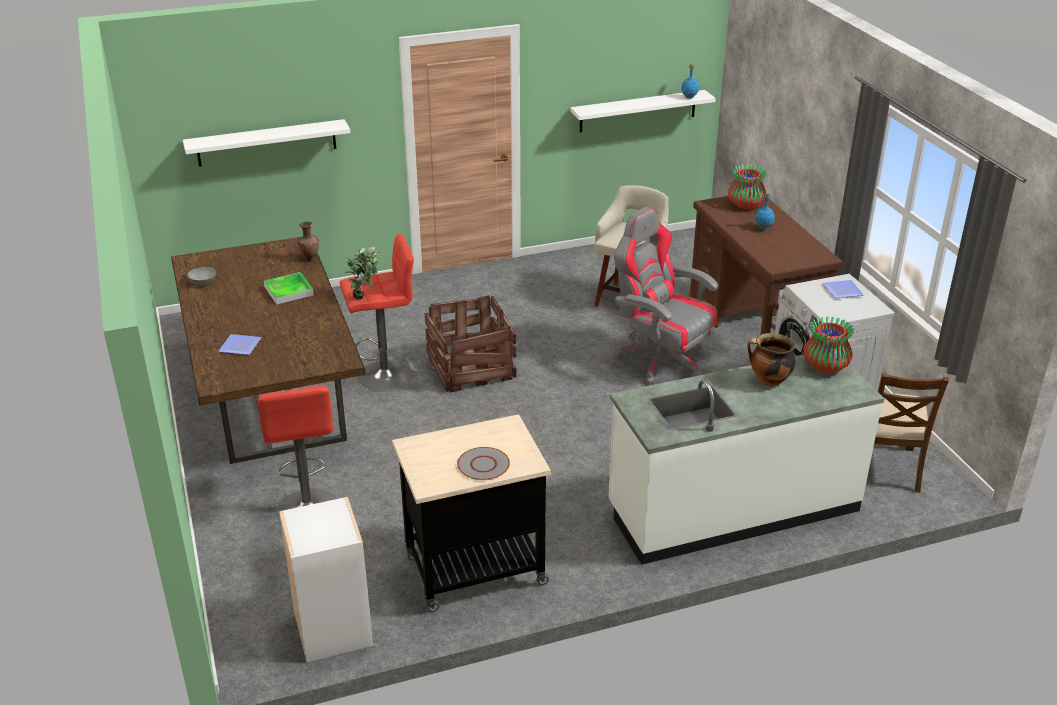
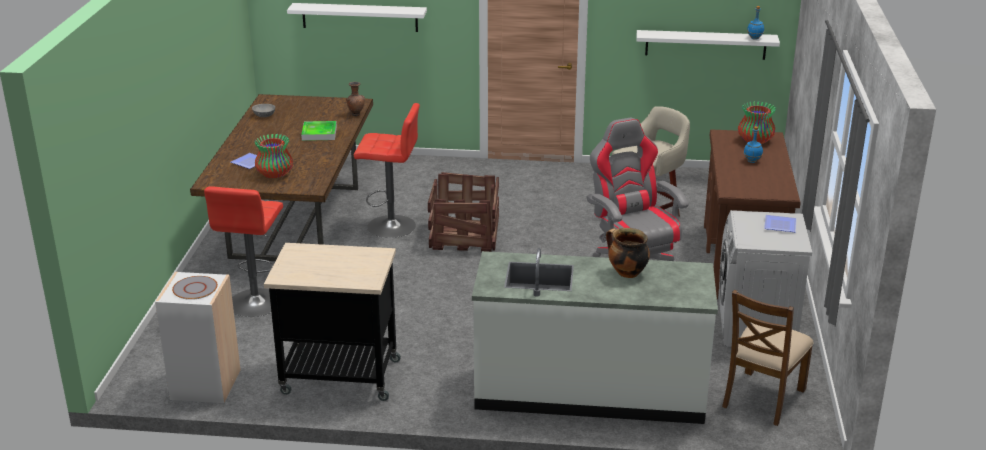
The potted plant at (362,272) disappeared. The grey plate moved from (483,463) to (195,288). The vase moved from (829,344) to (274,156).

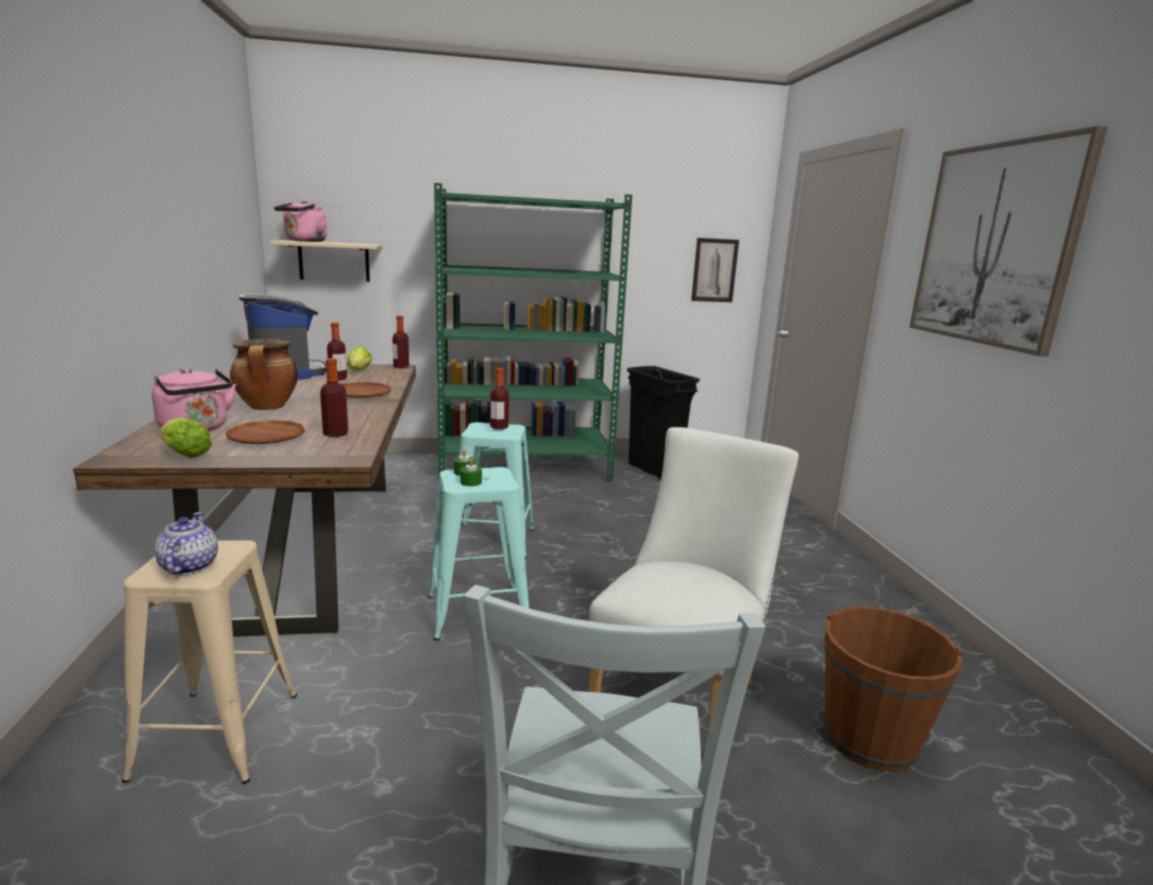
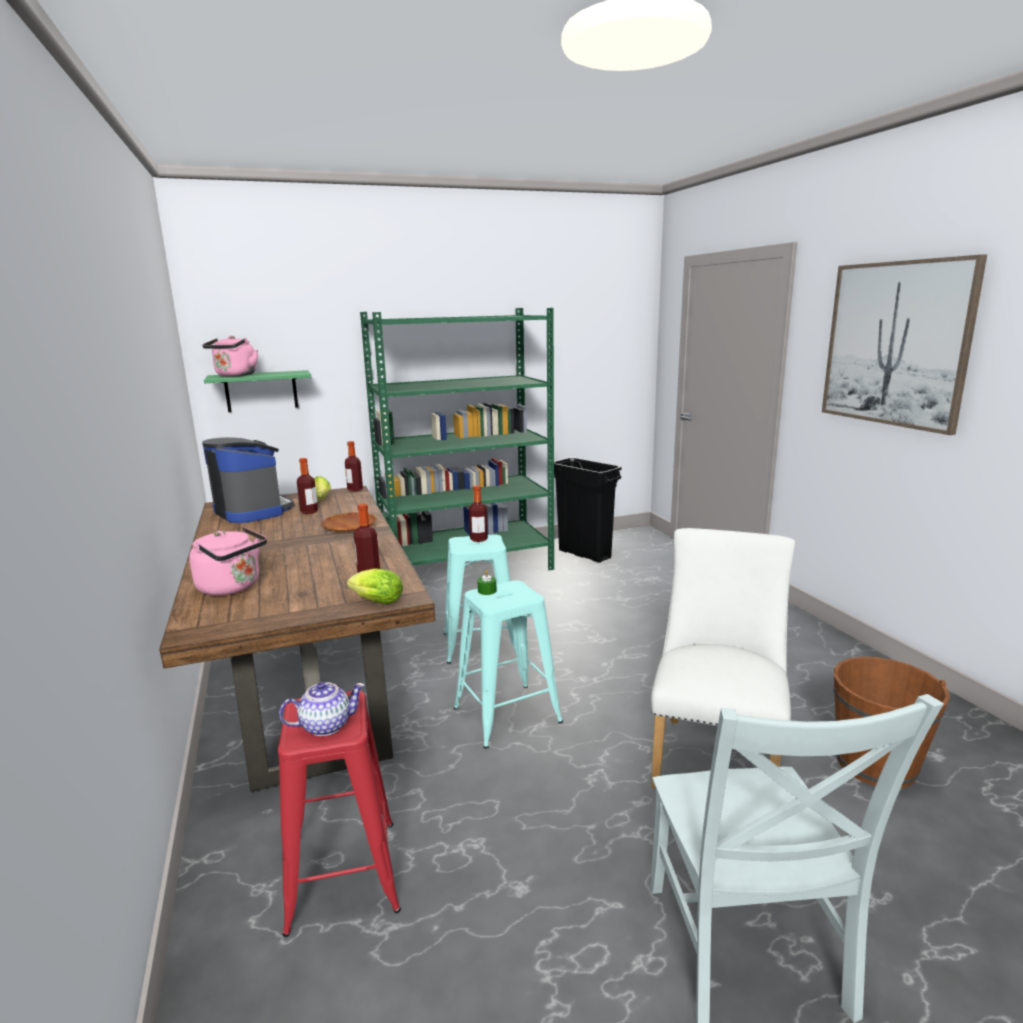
The brown plate at (265,432) disappeared. The cooking pot at (264,374) disappeared. The green candle at (471,472) disappeared. The picture at (715,270) disappeared. The lettuce moved from (186,437) to (375,586). The beige stool at (209,662) became the red stool at (339,814). The beige shelf at (326,261) became the green shelf at (257,391). The teapot at (186,543) turned 90 degrees clockwise.

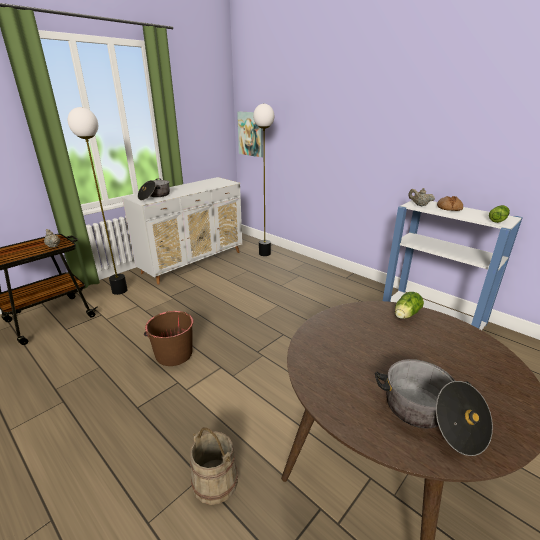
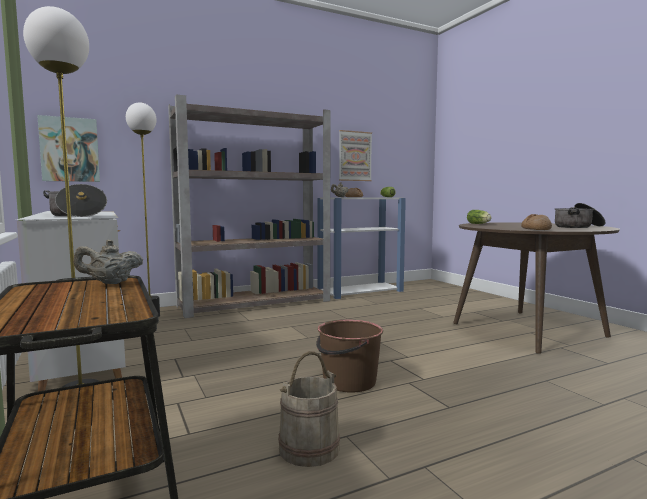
The brown bookcase at (249,206) appeared. The picture at (355,155) appeared. The bread at (536,222) appeared. The beige bucket moved from (214,466) to (309,409).

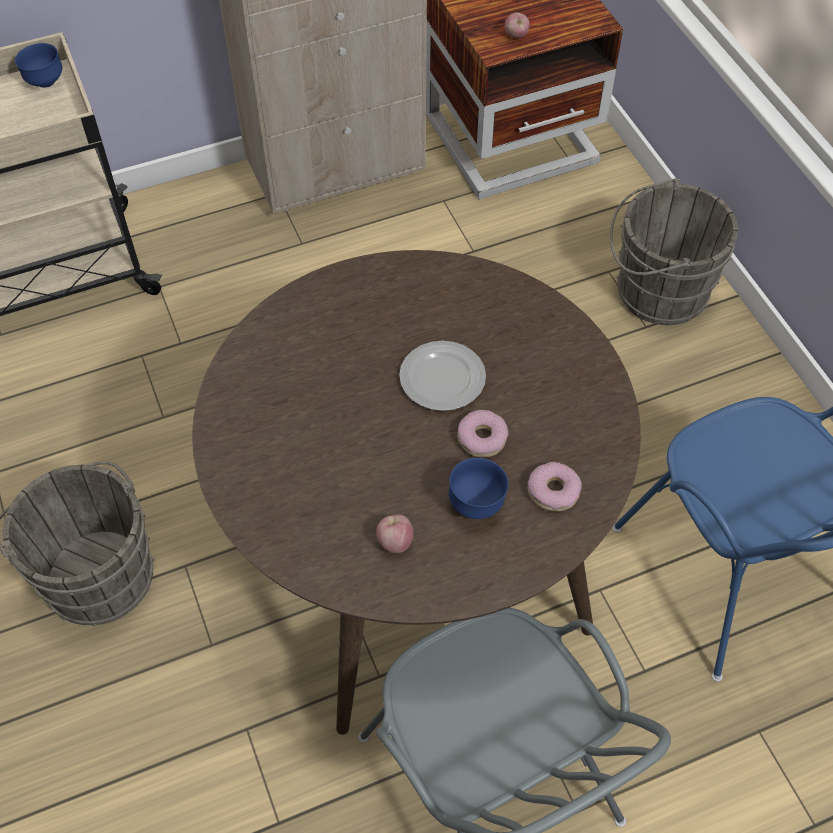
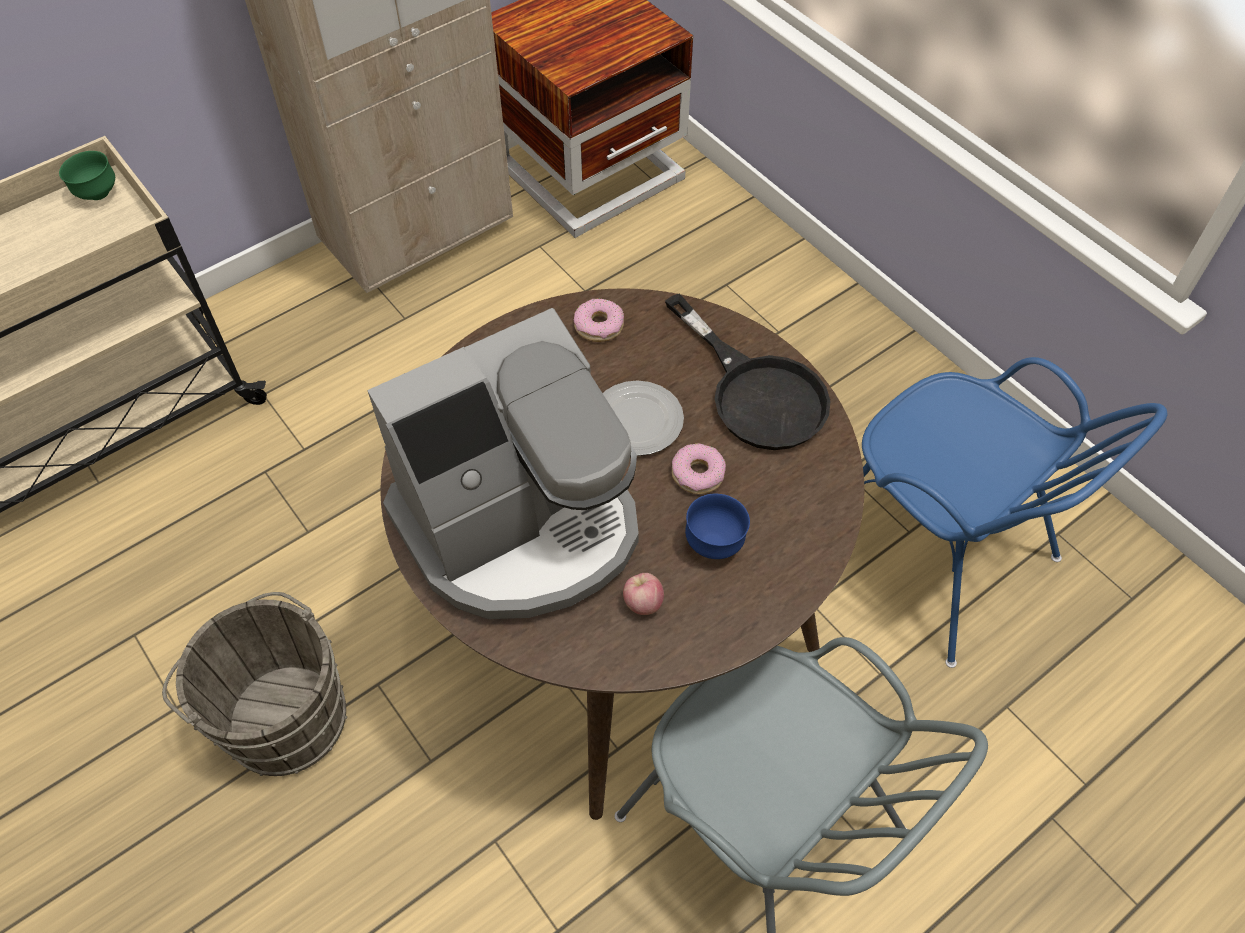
The apple at (517,25) disappeared. The grey bucket at (674,251) disappeared. The coffee machine at (503,463) appeared. The black frying pan at (748,371) appeared. The donut moved from (555,487) to (599,320). The blue bowl at (38,65) became the green bowl at (87,175).

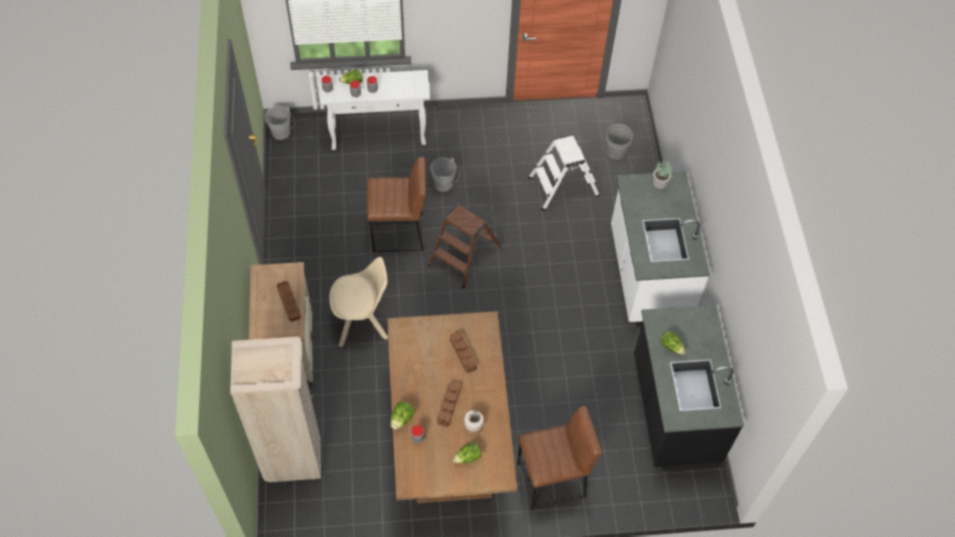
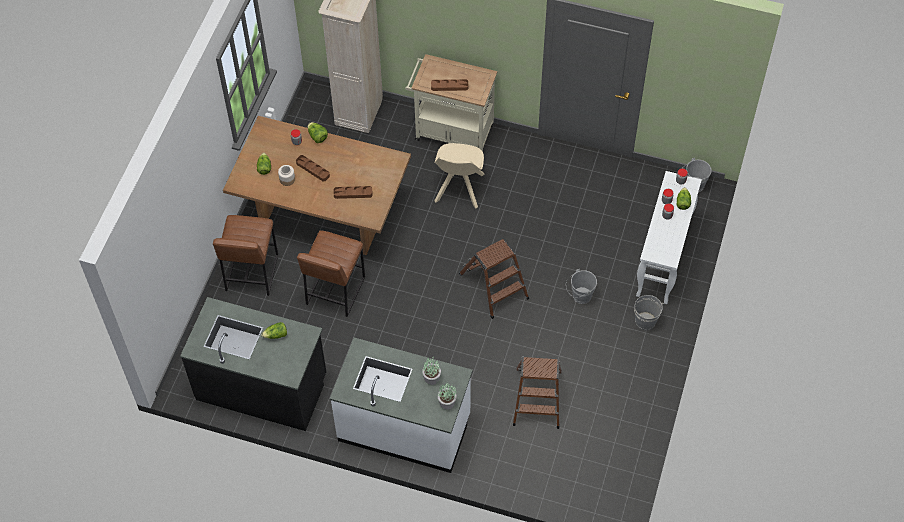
The potted plant at (431,371) appeared. The brown chair moved from (396,204) to (331,273). The grey bucket moved from (619,142) to (649,312). The white step ladder at (564,172) became the brown step ladder at (537,393).

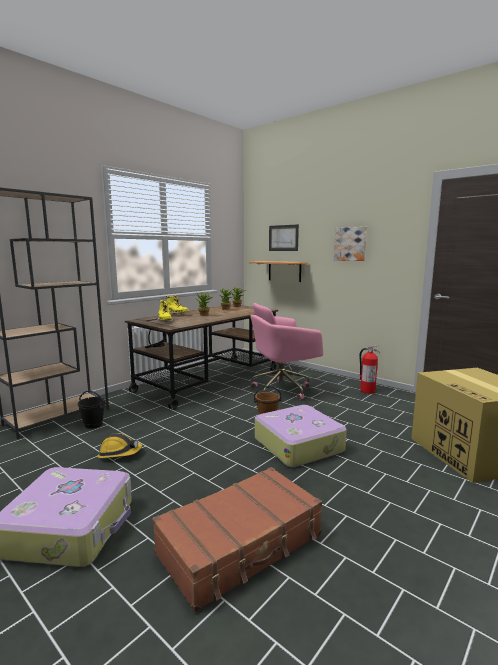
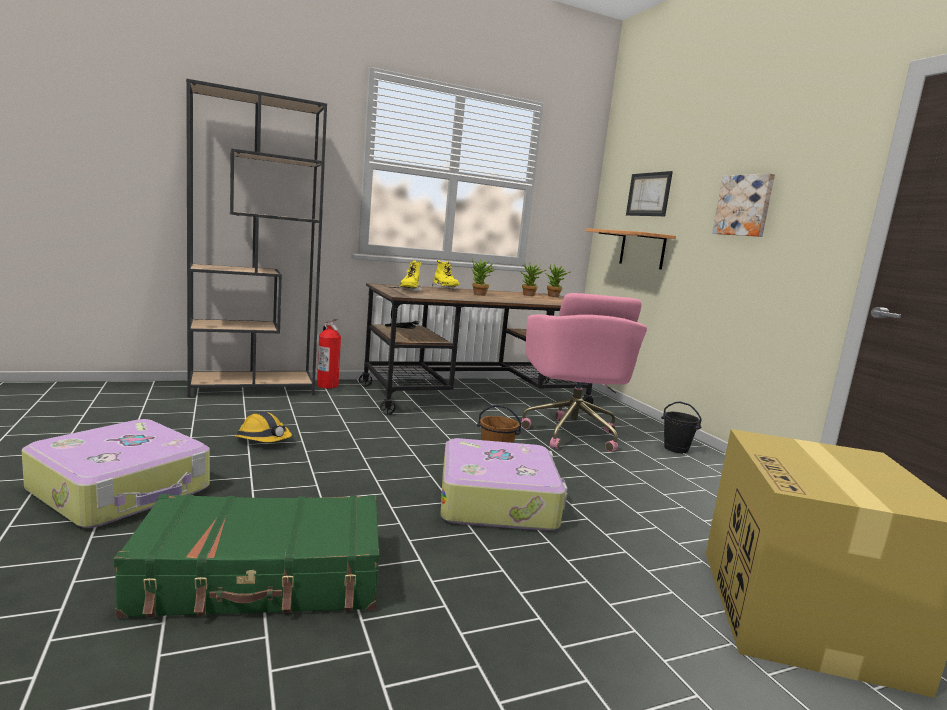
The black bucket moved from (92,410) to (681,427). The fire extinguisher moved from (369,369) to (329,354). The brown suitcase at (237,539) became the green suitcase at (247,556). The pink office chair at (286,351) turned 105 degrees counterclockwise.

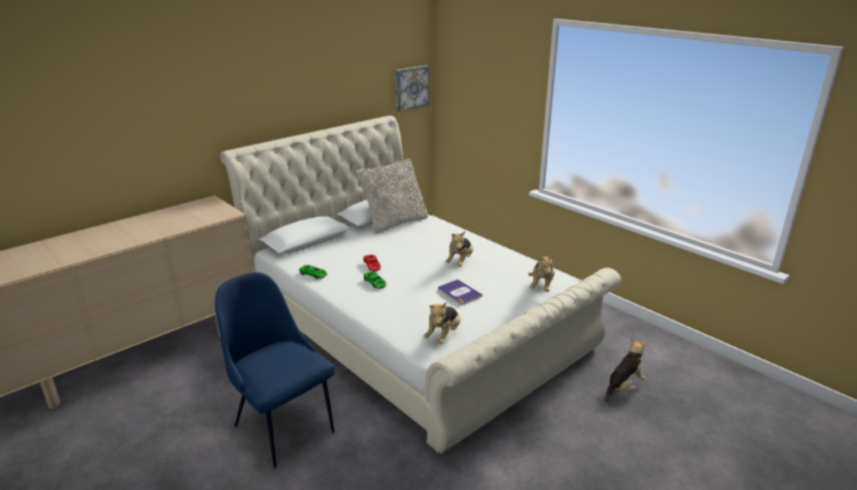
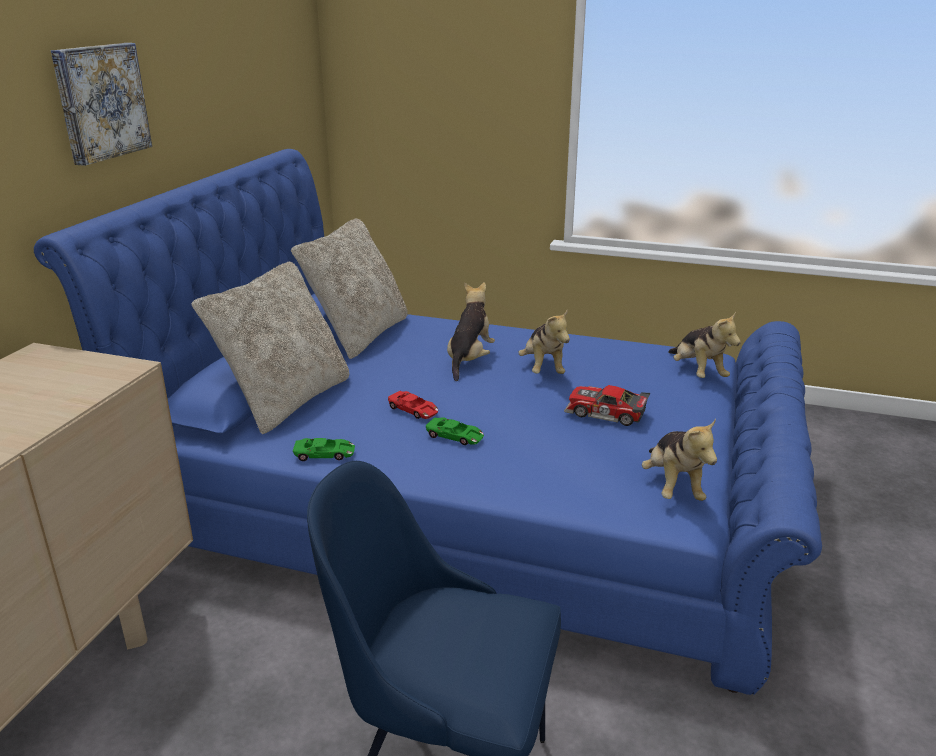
The beige pillow at (270,347) appeared. The picture moved from (412,88) to (101,104). The plush toy moved from (625,370) to (471,331). The book at (460,292) was replaced by the toy car at (607,405). The beige bed at (421,284) became the blue bed at (428,422).

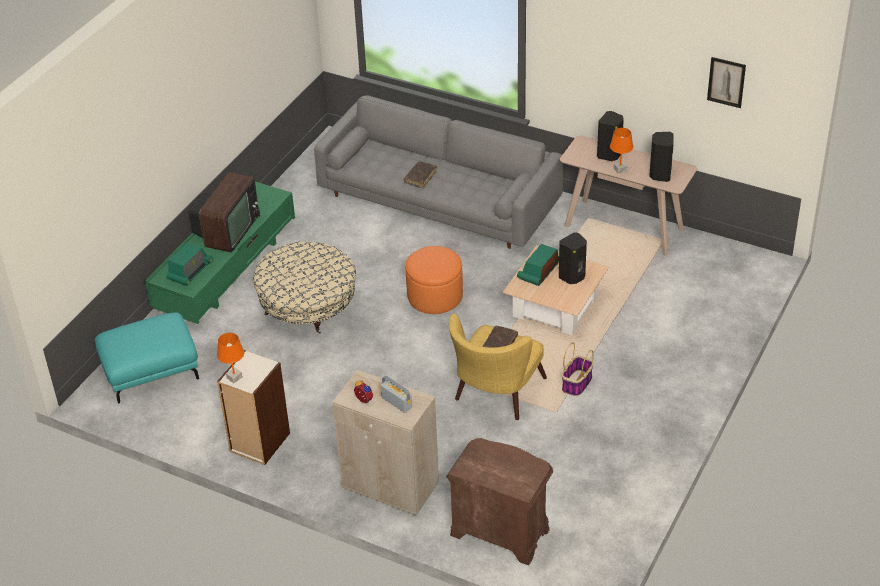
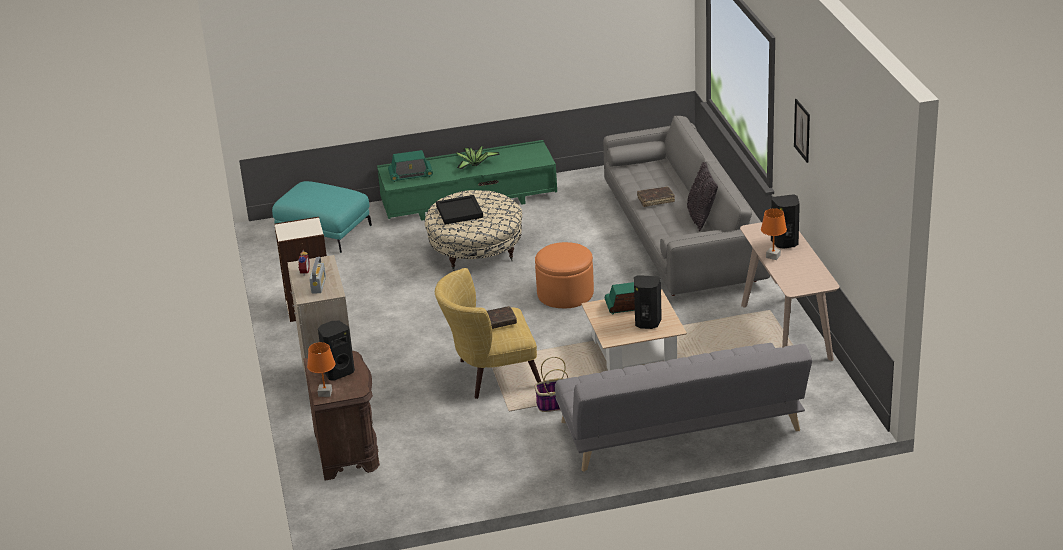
The black tray at (459,209) appeared. The grey sofa at (683,407) appeared. The black pillow at (702,196) appeared. The orange table lamp moved from (230,358) to (321,369). The black speaker moved from (661,157) to (336,351). The picture moved from (726,82) to (802,131). The television at (225,212) was replaced by the potted plant at (478,158).

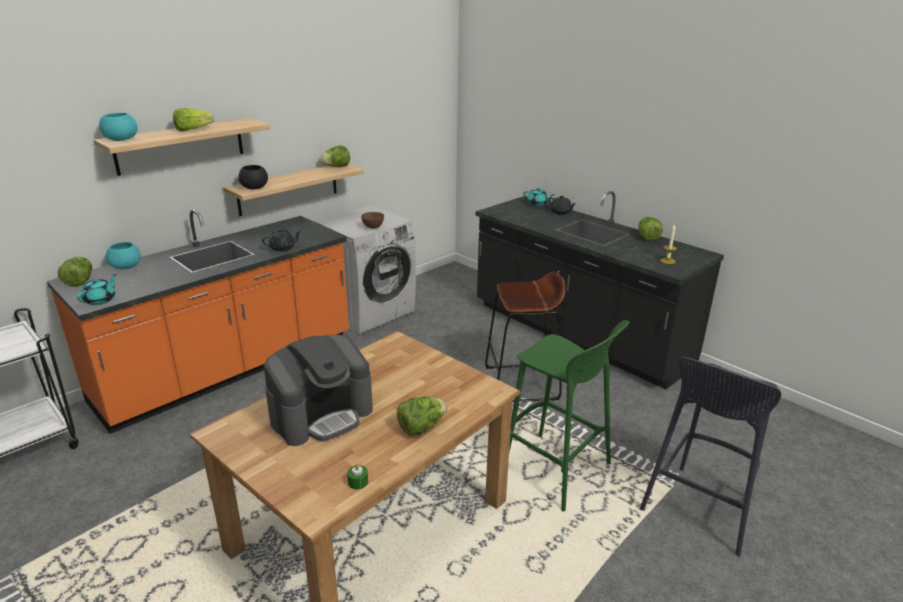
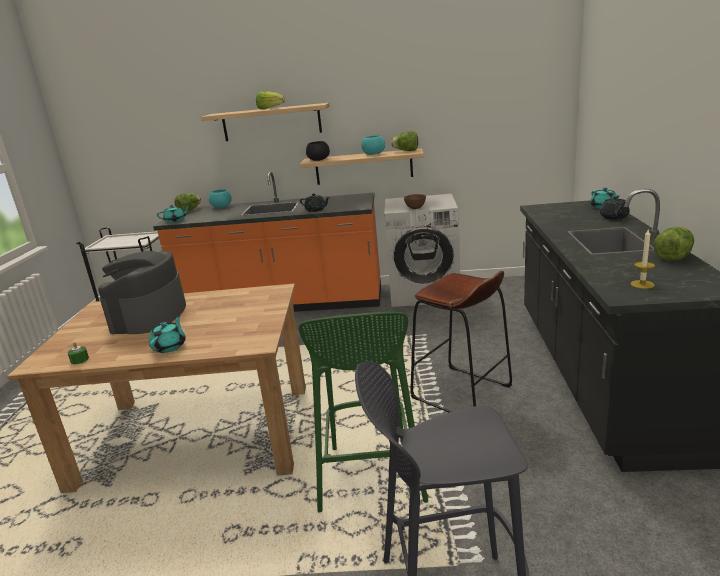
The turquoise bowl moved from (118,127) to (373,145). The lettuce at (422,416) was replaced by the turquoise teapot at (167,334). The coffee machine at (318,390) turned 90 degrees clockwise.

